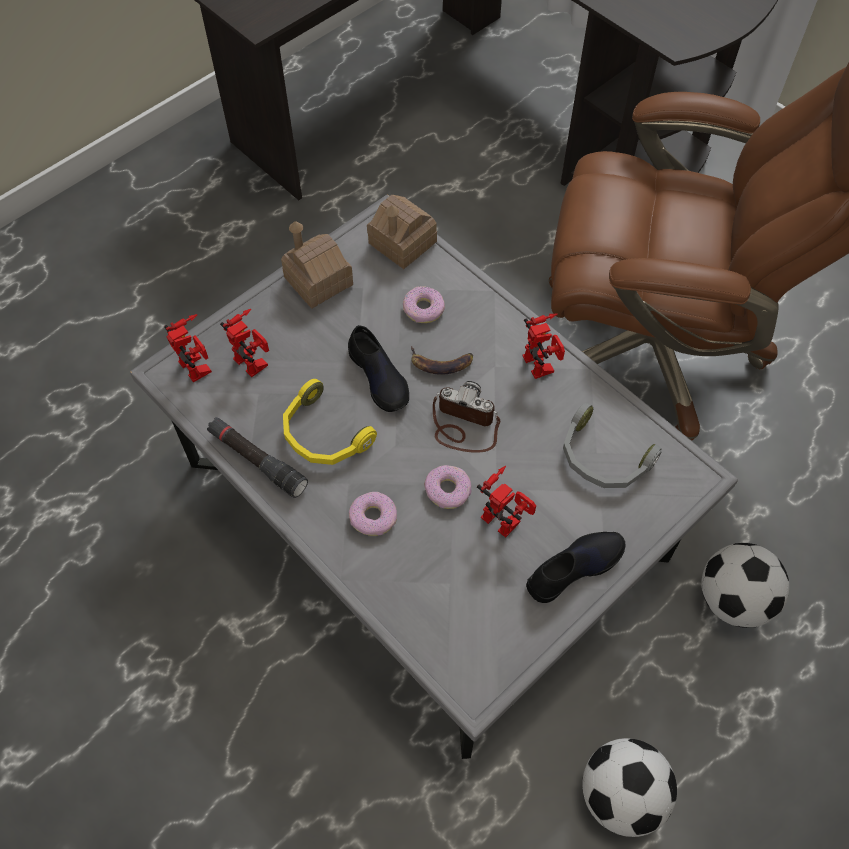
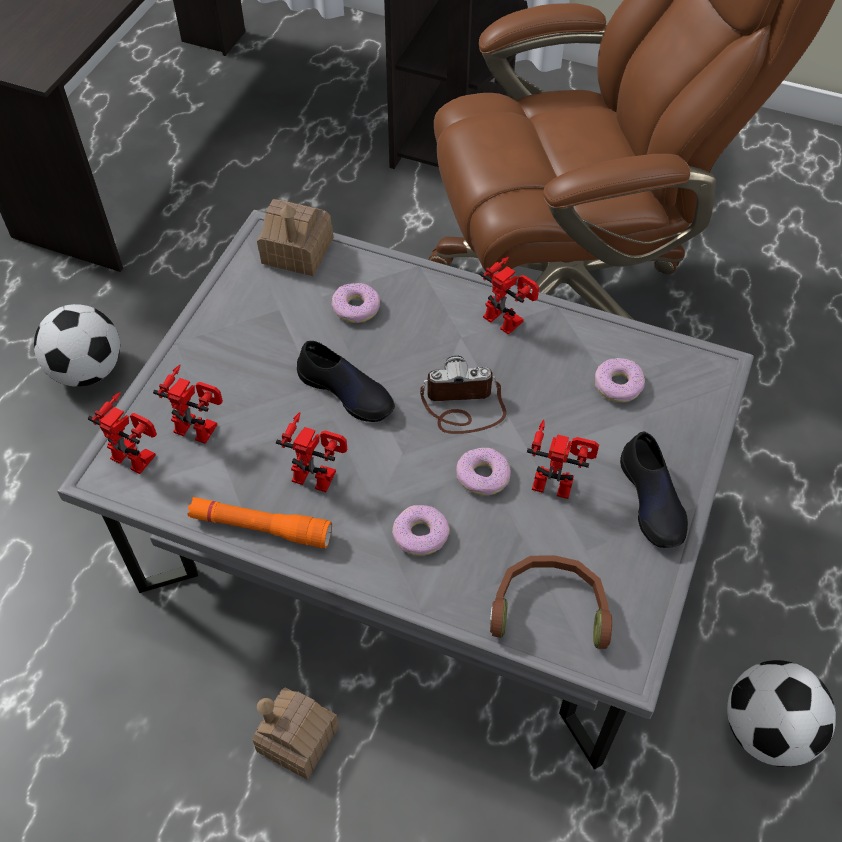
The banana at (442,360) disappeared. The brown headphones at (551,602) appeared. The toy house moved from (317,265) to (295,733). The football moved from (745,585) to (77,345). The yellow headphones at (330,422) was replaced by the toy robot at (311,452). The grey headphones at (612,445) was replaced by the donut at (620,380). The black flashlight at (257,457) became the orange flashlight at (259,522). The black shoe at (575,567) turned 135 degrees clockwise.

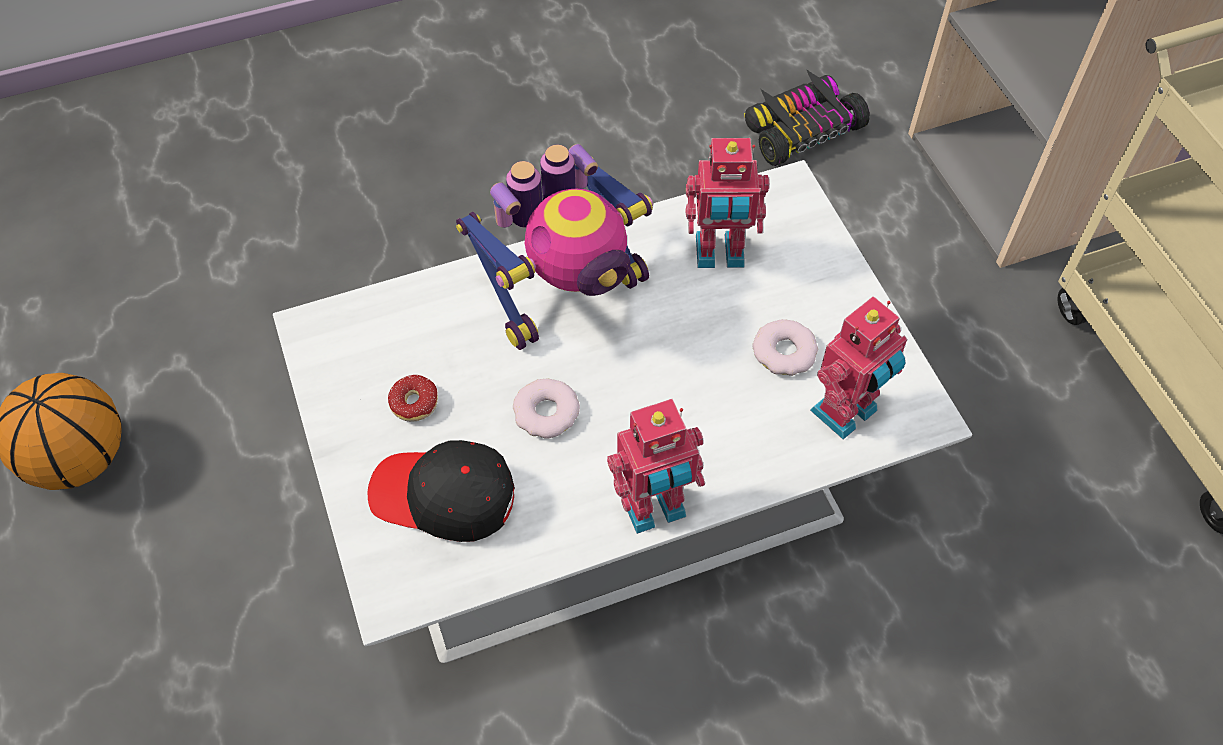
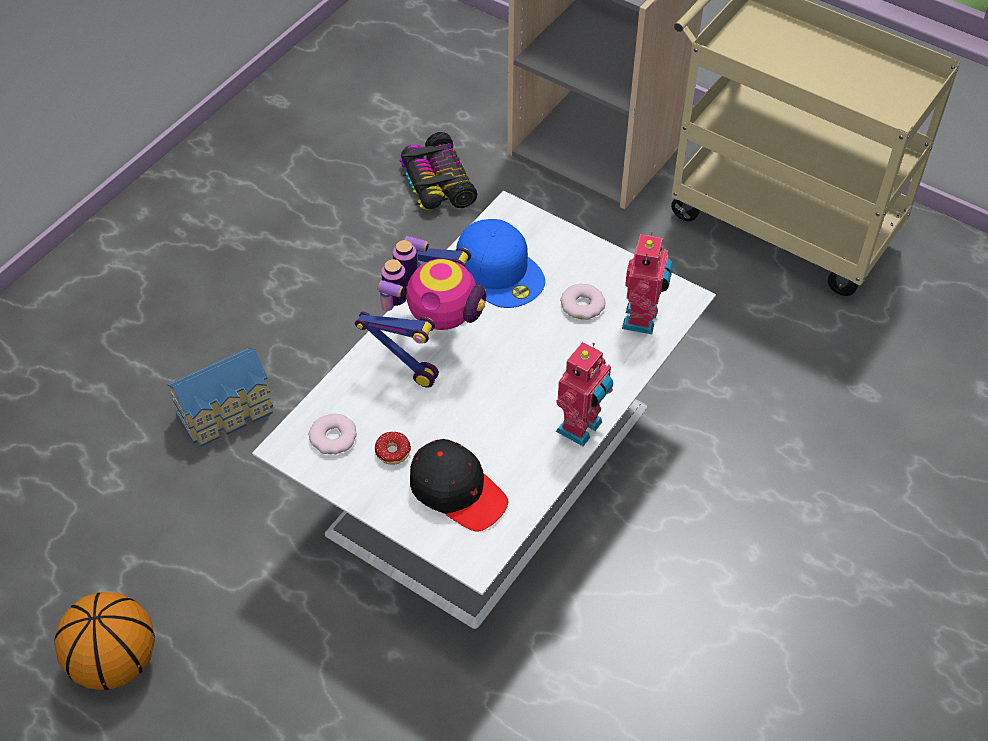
The toy house at (220,397) appeared. The donut moved from (546,409) to (333,433). The toy robot at (727,203) was replaced by the blue cap at (500,263). The black cap at (441,491) turned 120 degrees counterclockwise. The toy car at (807,117) turned 45 degrees counterclockwise.

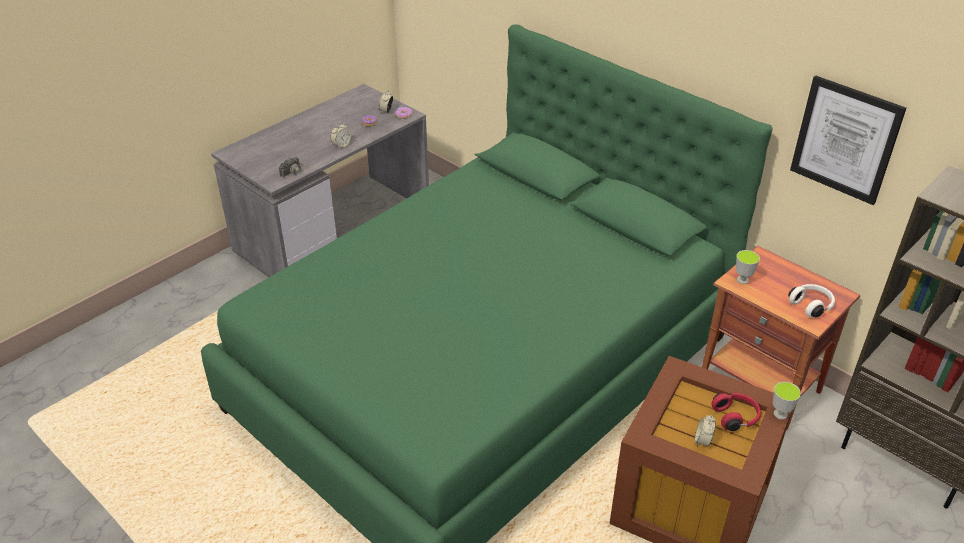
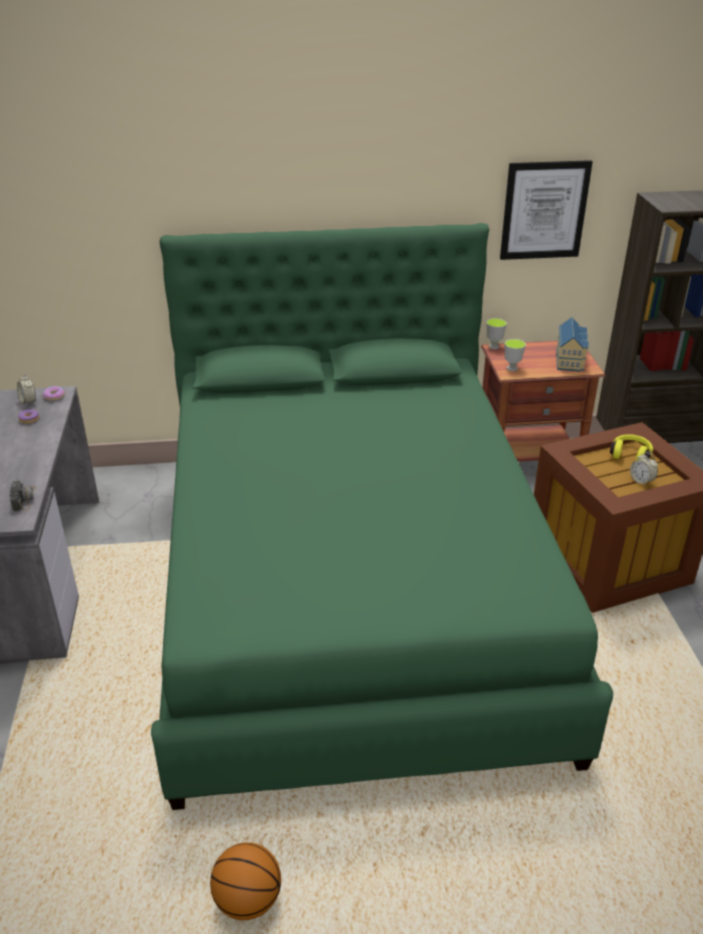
The alarm clock at (340,135) disappeared. The basketball at (245,881) appeared. The cup moved from (787,401) to (496,333). The white headphones at (811,301) was replaced by the toy house at (572,344). The red headphones at (736,412) became the yellow headphones at (631,447).

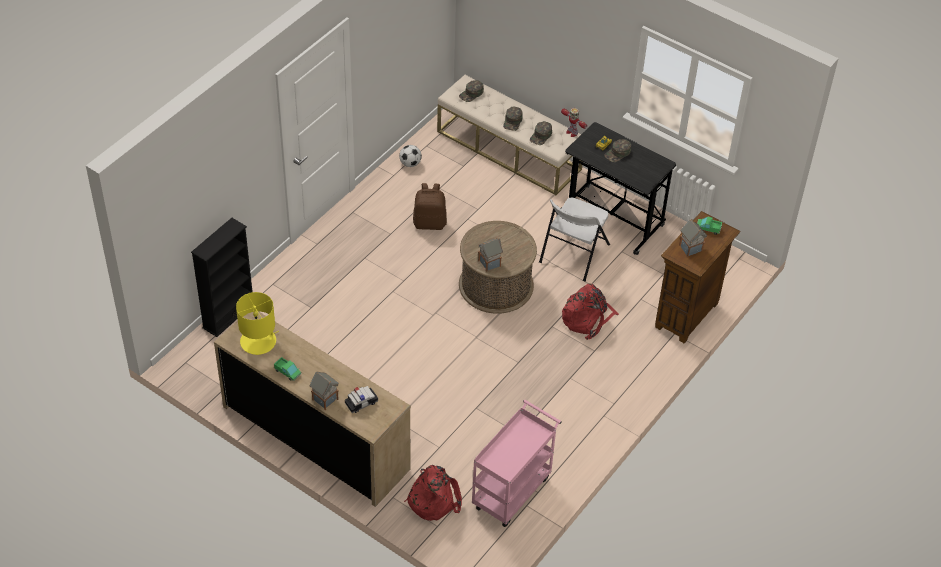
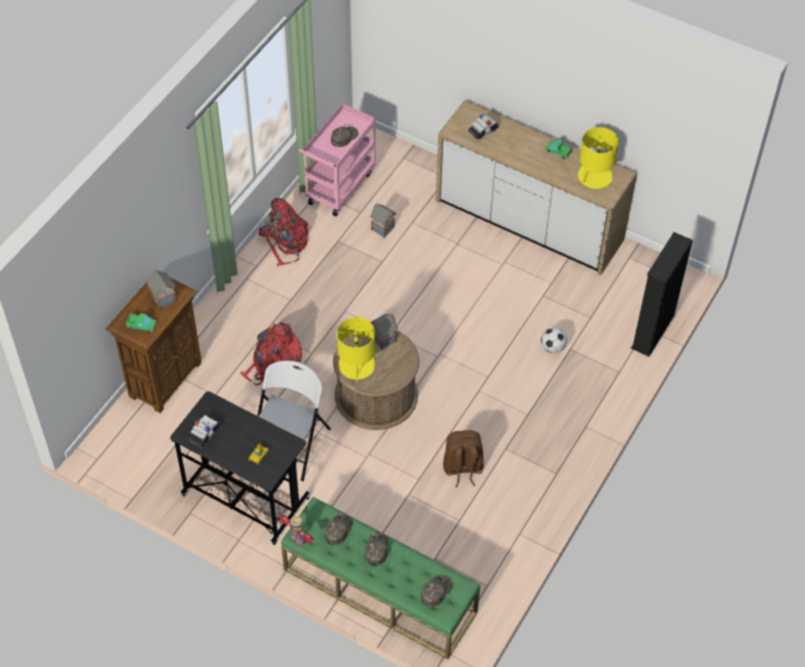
The toy car at (205,431) appeared. The yellow table lamp at (356,350) appeared. The toy house moved from (324,391) to (383,220). The football moved from (410,156) to (554,340). The red backpack moved from (433,493) to (285,232). The green cap moved from (617,150) to (345,137). The beige bench at (510,135) became the green bench at (380,578).

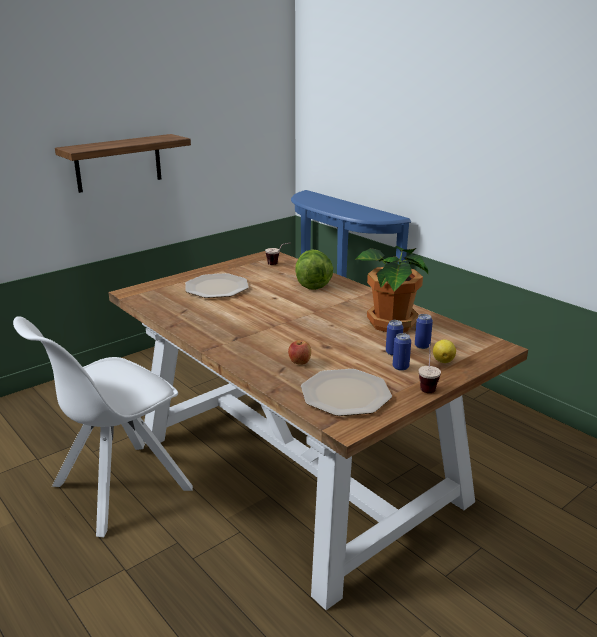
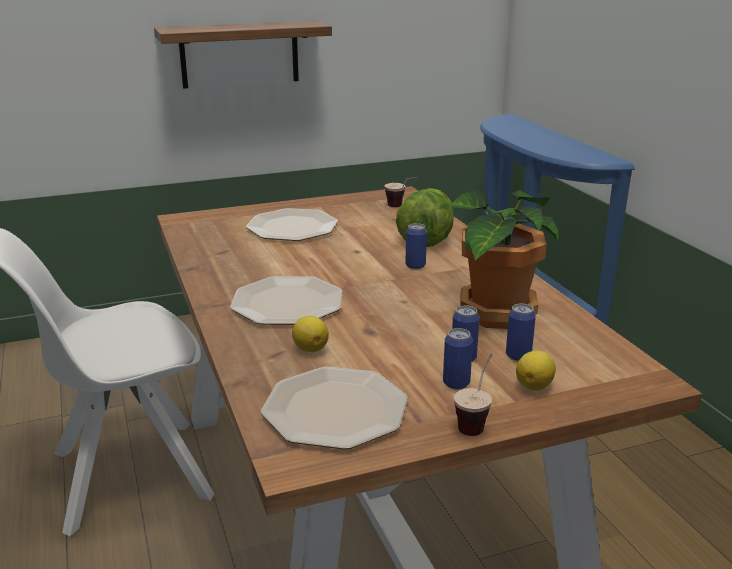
The plate at (286,300) appeared. The can at (416,246) appeared. The apple at (299,352) was replaced by the lemon at (310,334).

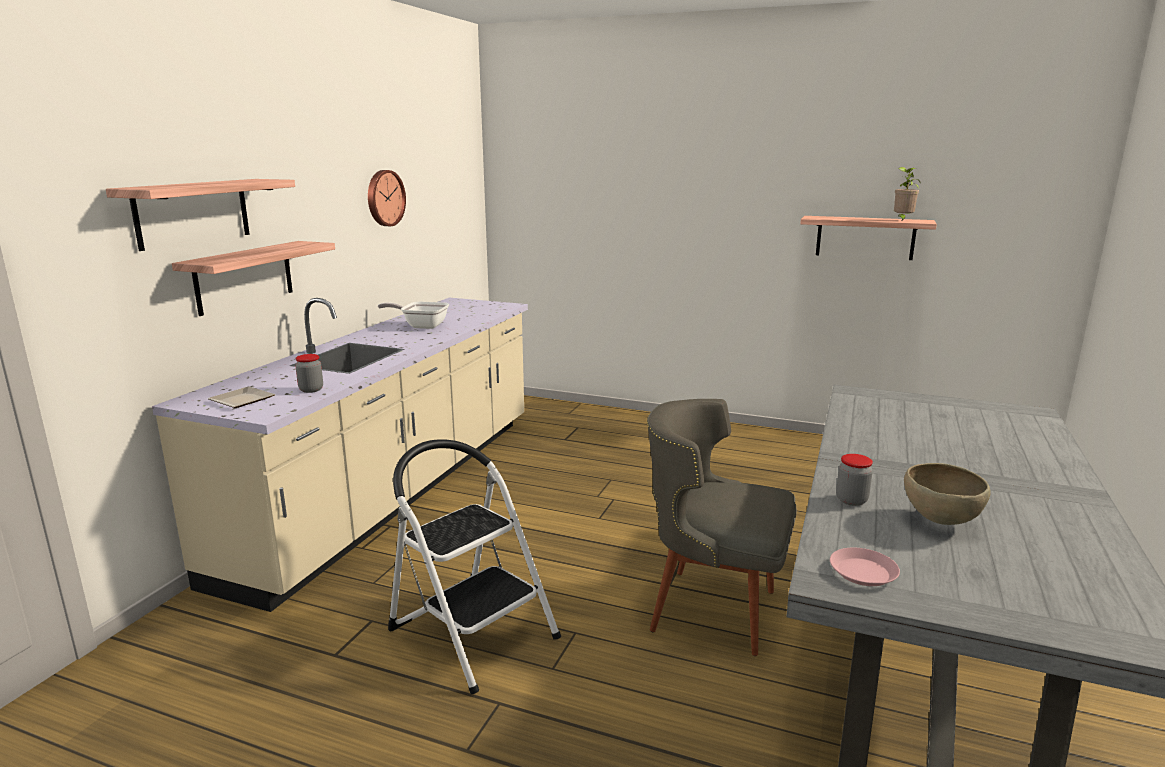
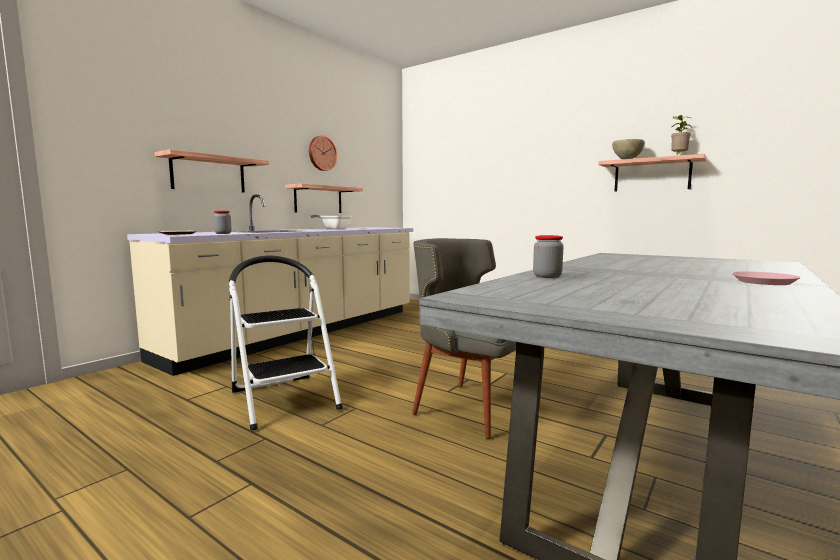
The shelf moved from (200,215) to (324,198). The pink plate moved from (865,567) to (766,278). The brown bowl moved from (947,494) to (628,149).

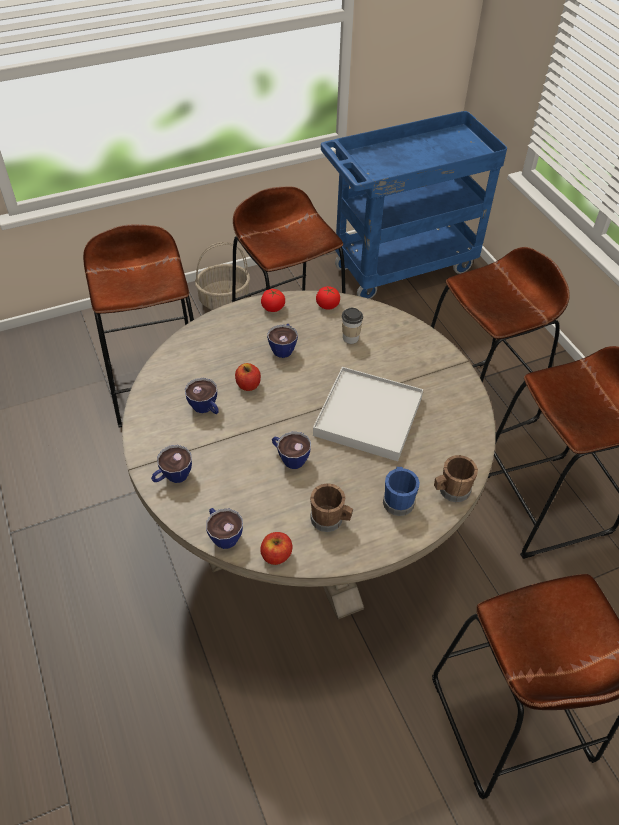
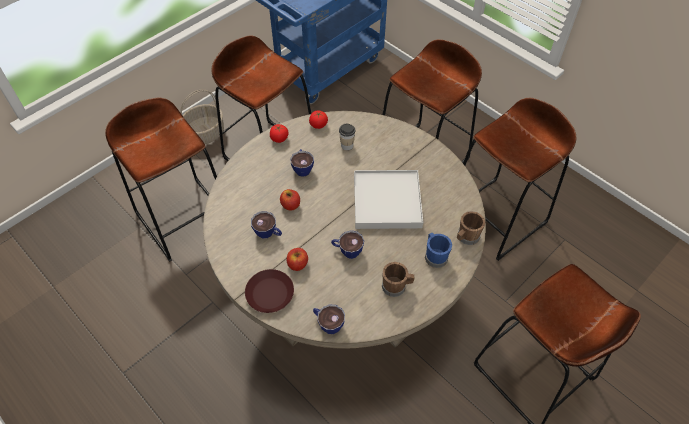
The apple moved from (276,548) to (297,259). The cup at (171,464) was replaced by the brown plate at (269,291).

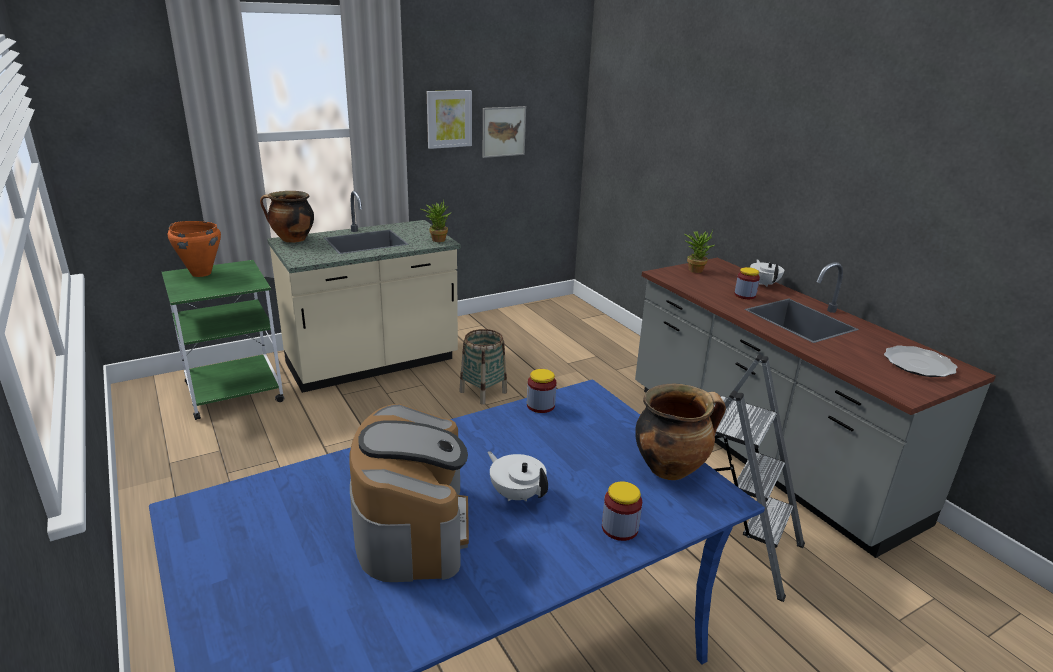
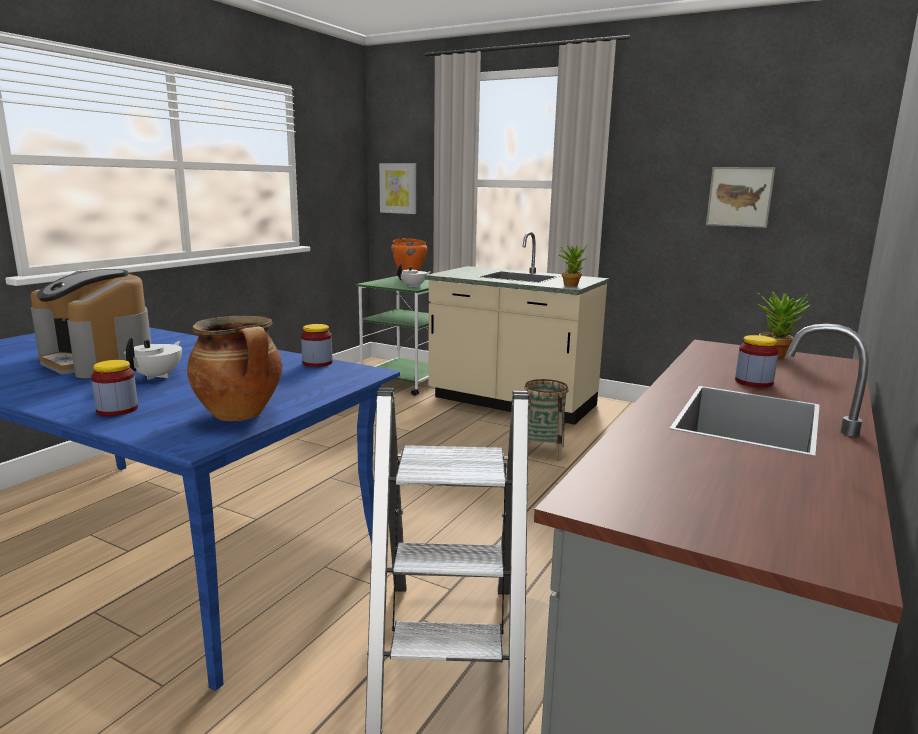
The cooking pot at (287,217) disappeared. The plate at (920,361) disappeared. The picture moved from (449,119) to (397,188). The white teapot moved from (767,273) to (414,276). The coffee machine at (409,493) turned 75 degrees clockwise.

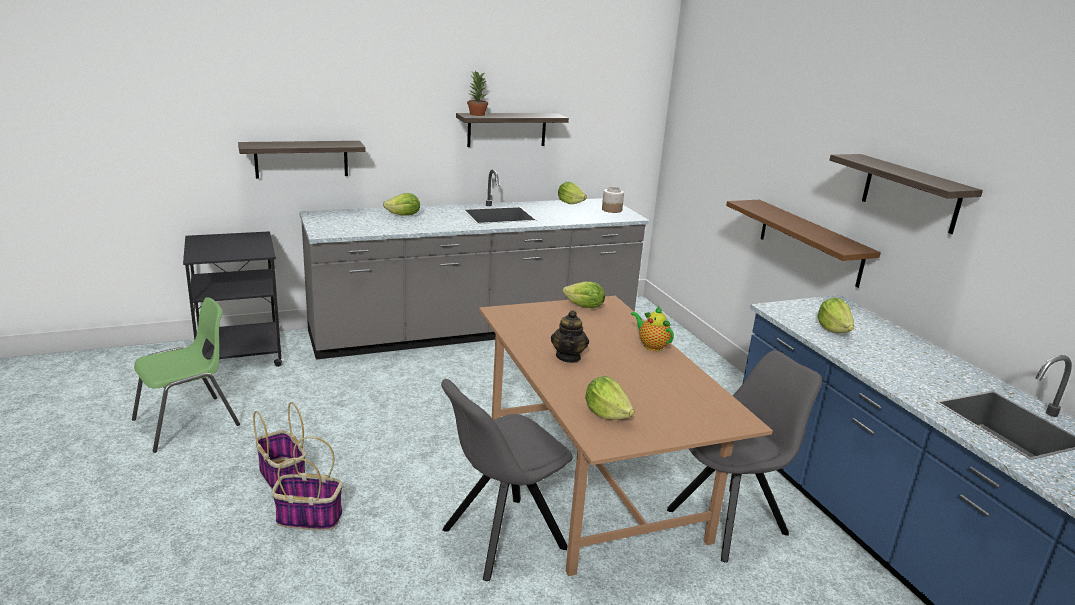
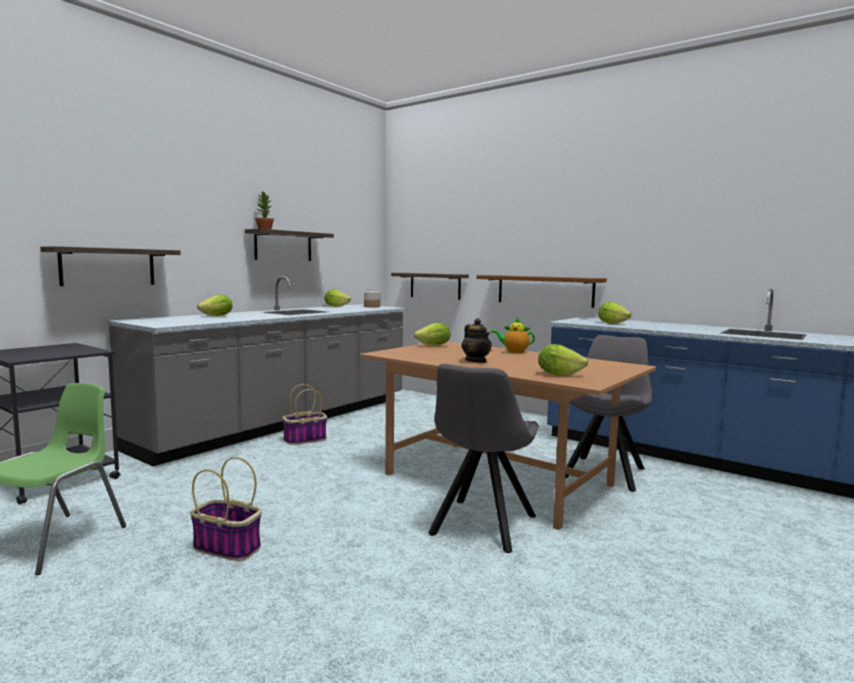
The basket moved from (307,483) to (304,414). The shelf moved from (906,194) to (430,286).

